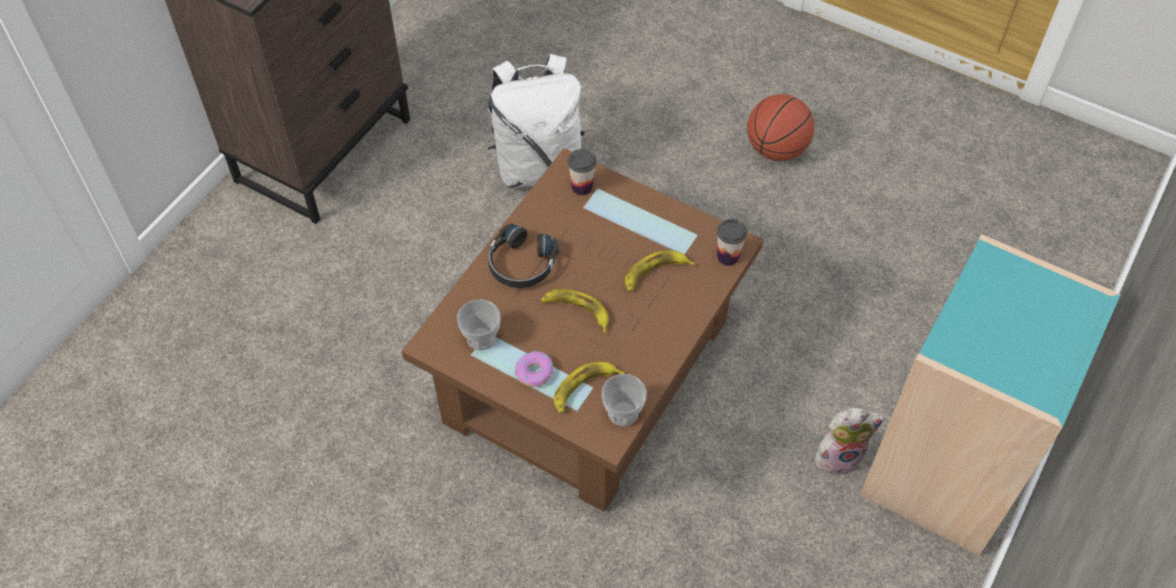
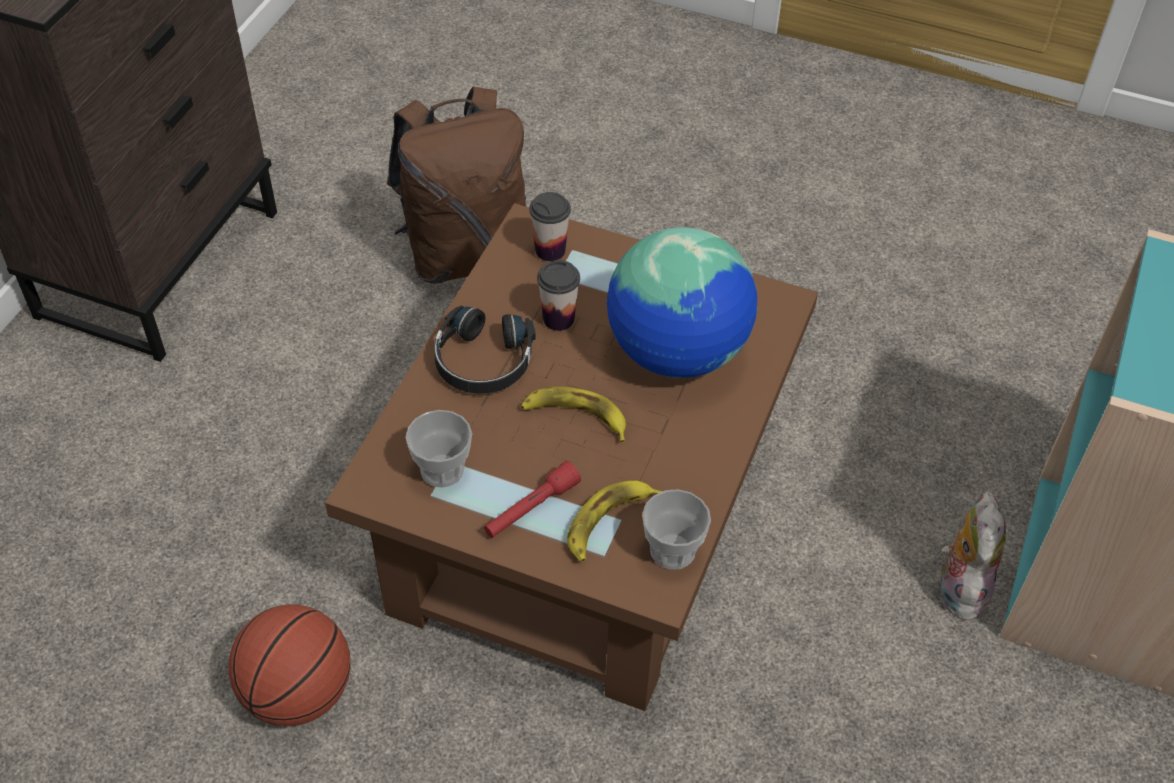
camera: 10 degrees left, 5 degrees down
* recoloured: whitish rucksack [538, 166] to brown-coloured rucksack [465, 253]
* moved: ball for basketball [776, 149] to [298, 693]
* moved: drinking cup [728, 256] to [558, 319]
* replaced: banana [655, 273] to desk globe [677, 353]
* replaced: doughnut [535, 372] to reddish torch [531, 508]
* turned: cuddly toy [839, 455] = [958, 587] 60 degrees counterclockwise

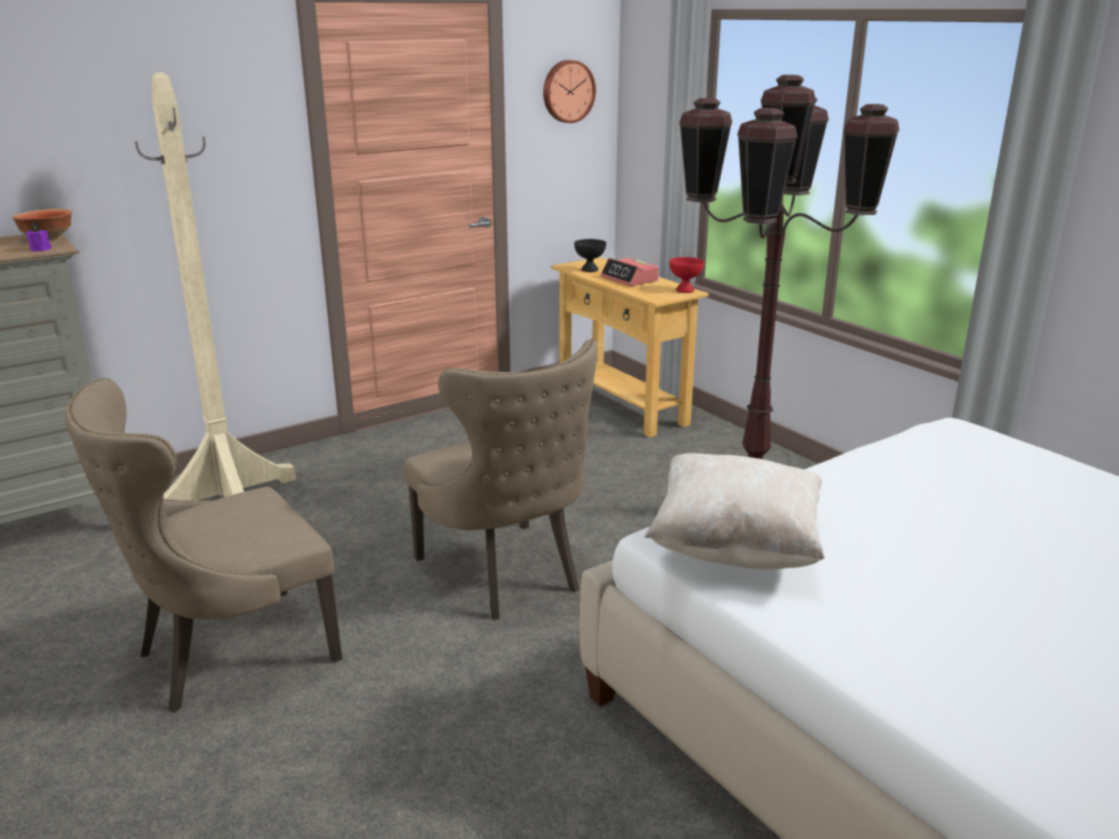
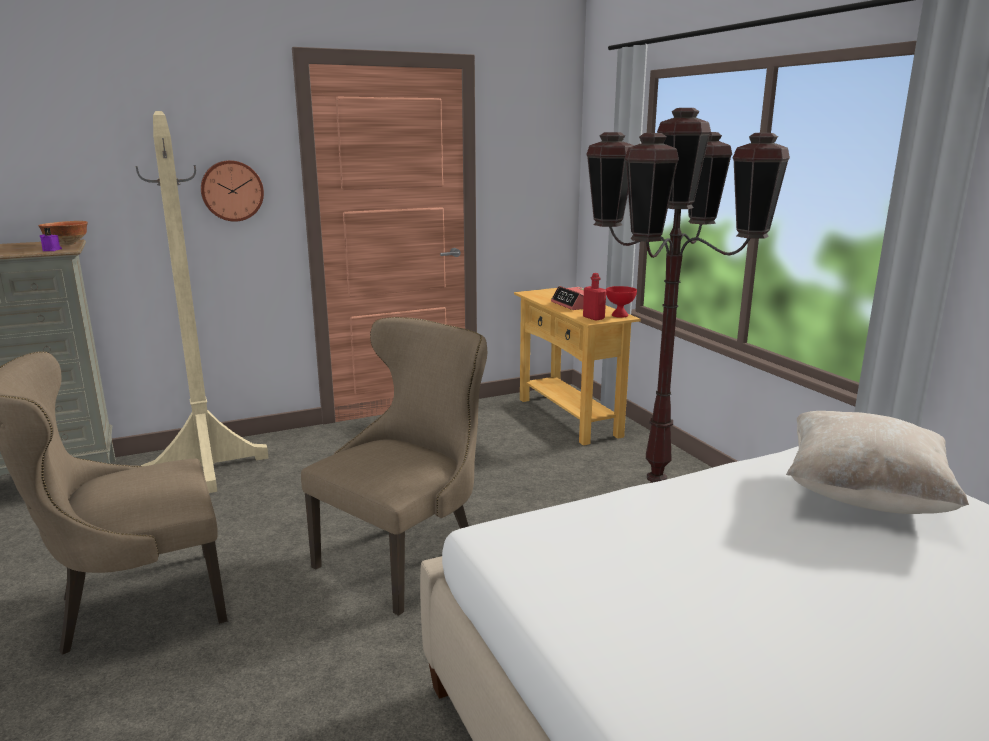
camera: 10 degrees right, 5 degrees down
* moved: clock on the wall [567, 91] to [232, 190]
* removed: black-coloured serving bowl [589, 270]
* turned: beige-coloured chair [506, 574] = [406, 557] 120 degrees counterclockwise
* moved: beige-coloured throw pillow [735, 547] to [863, 495]
* added: reddish drink bottle [593, 318]

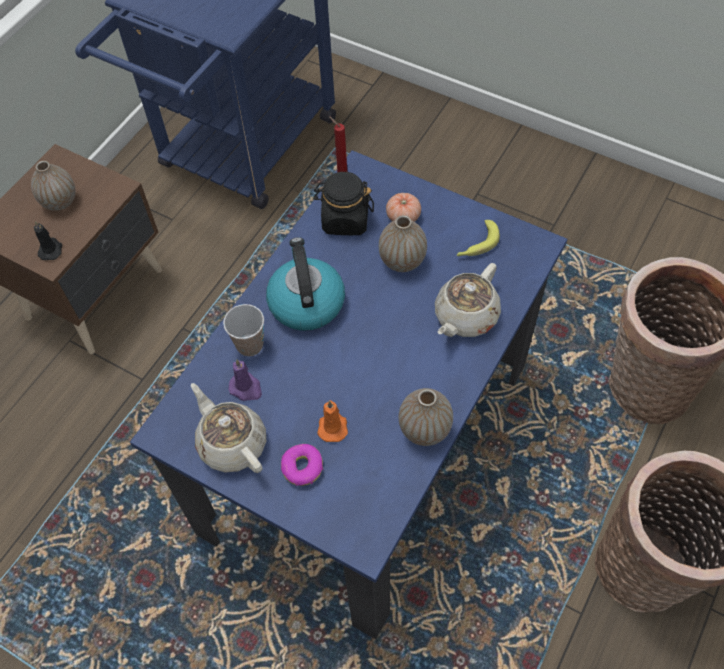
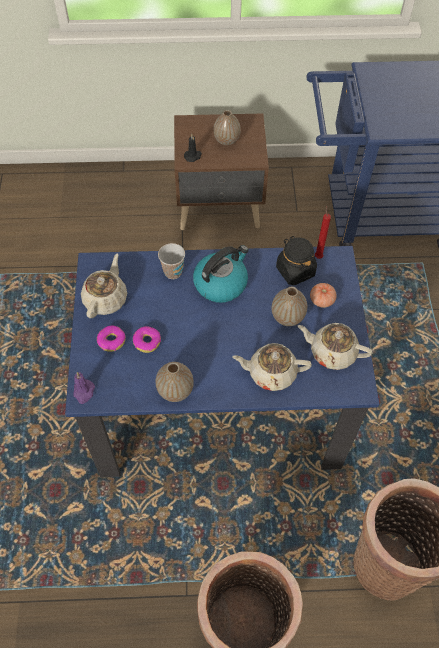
camera: 55 degrees right, 0 degrees up
* replaced: banana [476, 244] to beige-coloured tea pot [332, 352]
* moved: purple-coloured wax light [246, 388] to [84, 392]
* replaced: orange-coloured wax light [332, 426] to doughnut [147, 341]

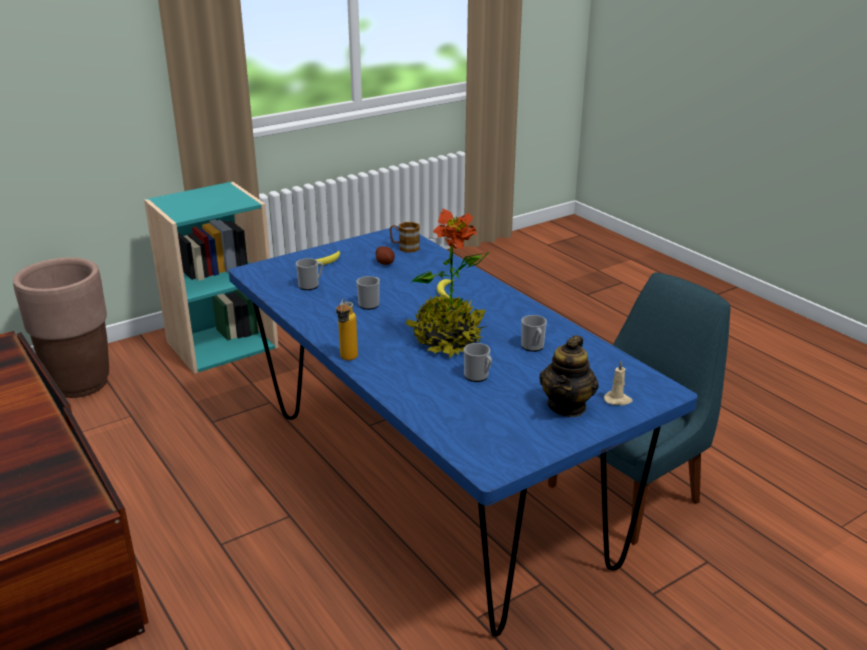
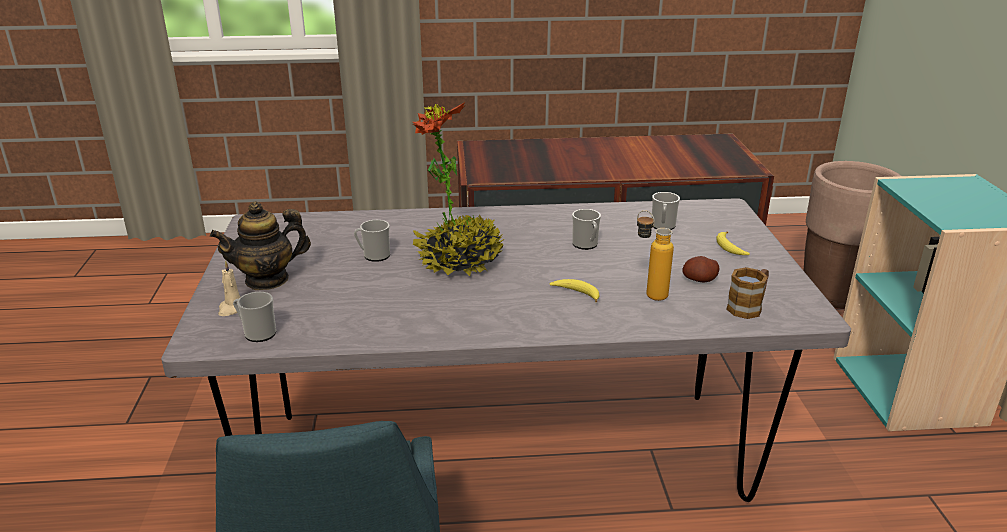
camera: 120 degrees right, 0 degrees up
* recoloured: bluish kitchen table [431, 485] to grey kitchen table [504, 454]
* moved: drink bottle [347, 360] to [648, 293]
* moved: coffee mug [533, 347] to [257, 333]
* turned: tea pot [567, 406] = [267, 279] 75 degrees counterclockwise

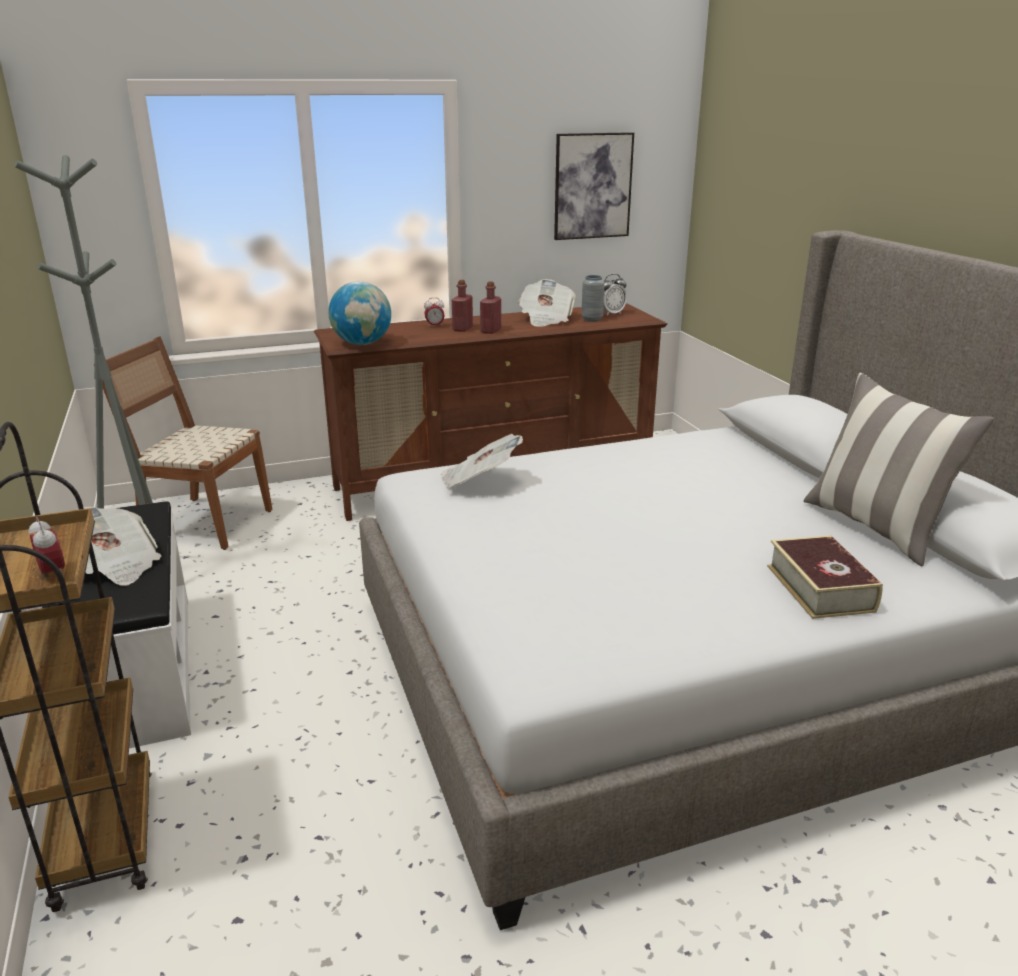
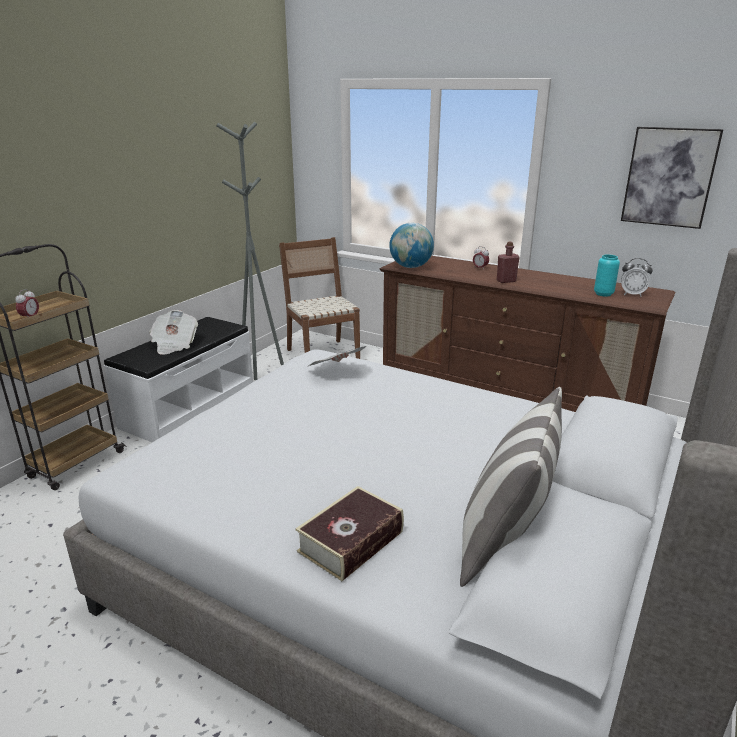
camera: 50 degrees right, 0 degrees up
* recoloured: grey flower vase [592, 319] to turquoise-coloured flower vase [603, 294]
* removed: printed paper [546, 319]
* removed: reddish drink bottle [462, 329]

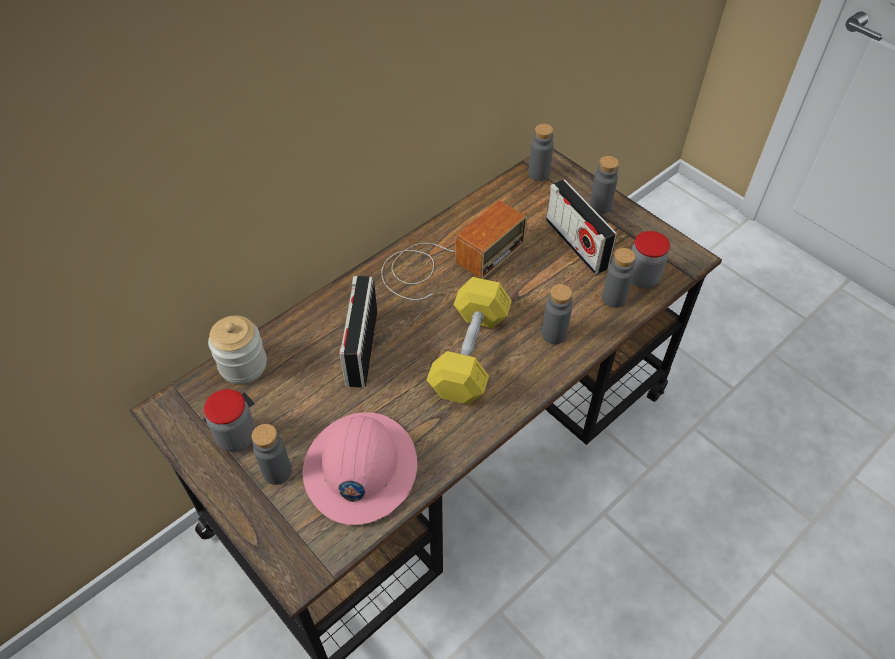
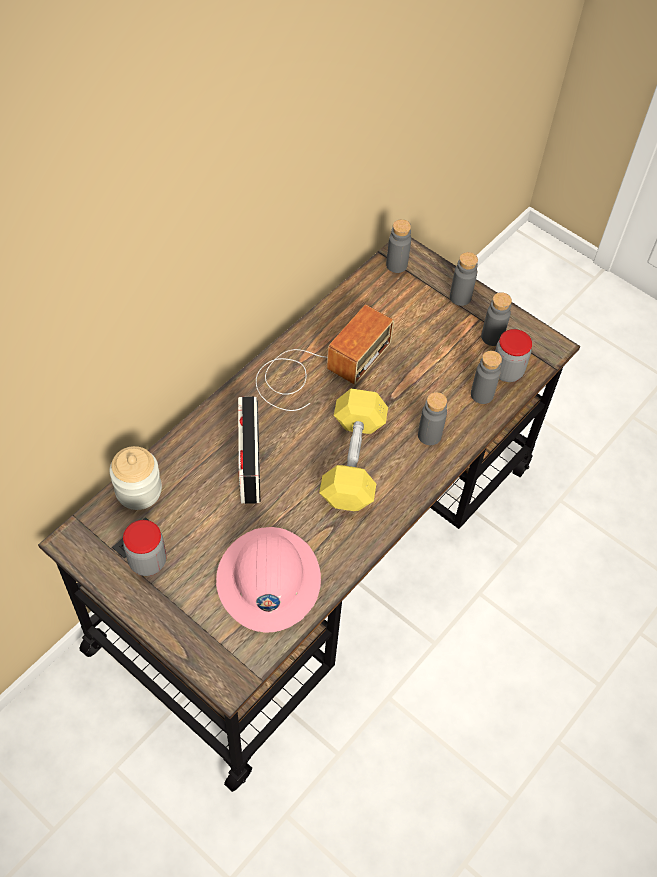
camera: 10 degrees left, 5 degrees up
* removed: radio [576, 244]
* moved: grey drink bottle [277, 472] to [492, 337]

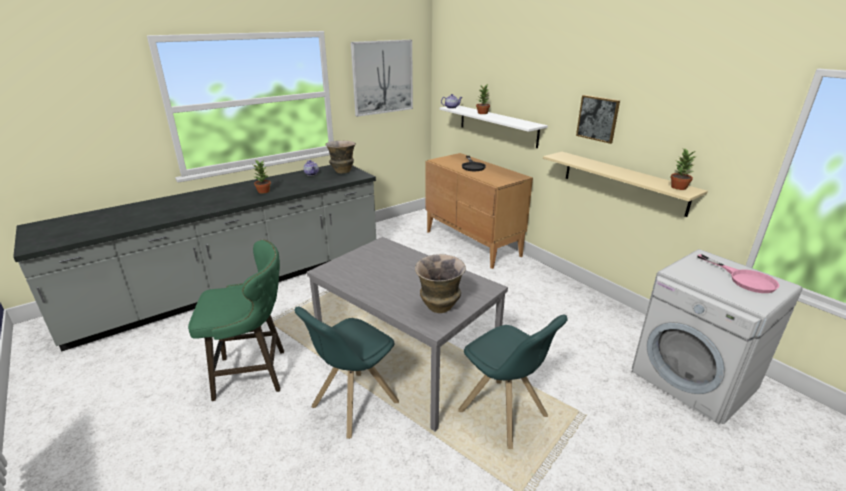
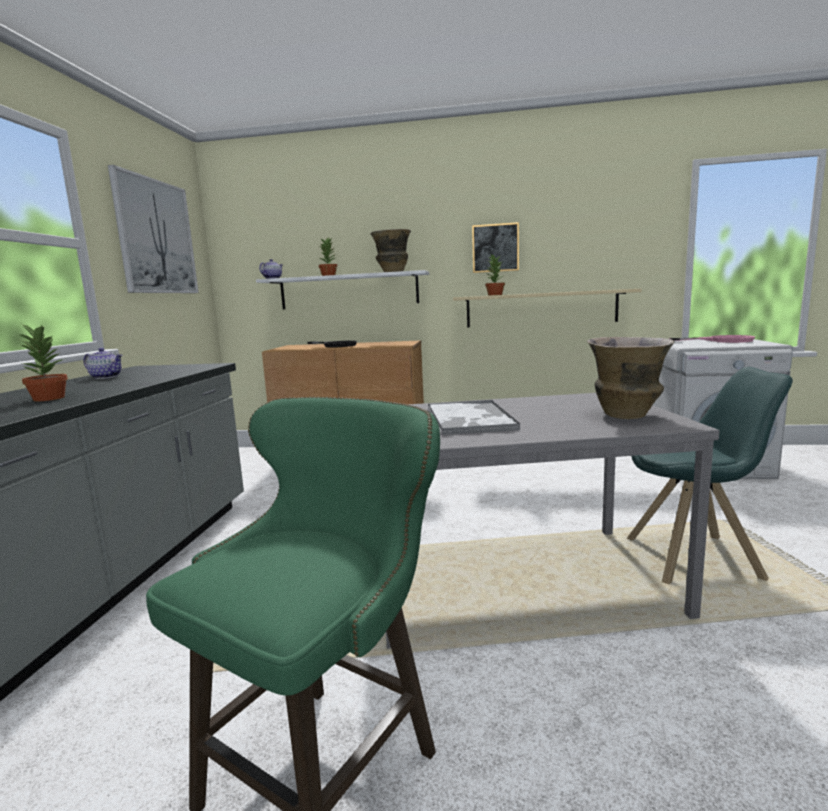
camera: 45 degrees left, 15 degrees down
* moved: flower vase [342, 171] to [392, 272]
* moved: potted plant [678, 187] to [494, 295]
* removed: turquoise-coloured chair [354, 404]
* added: tray [470, 419]

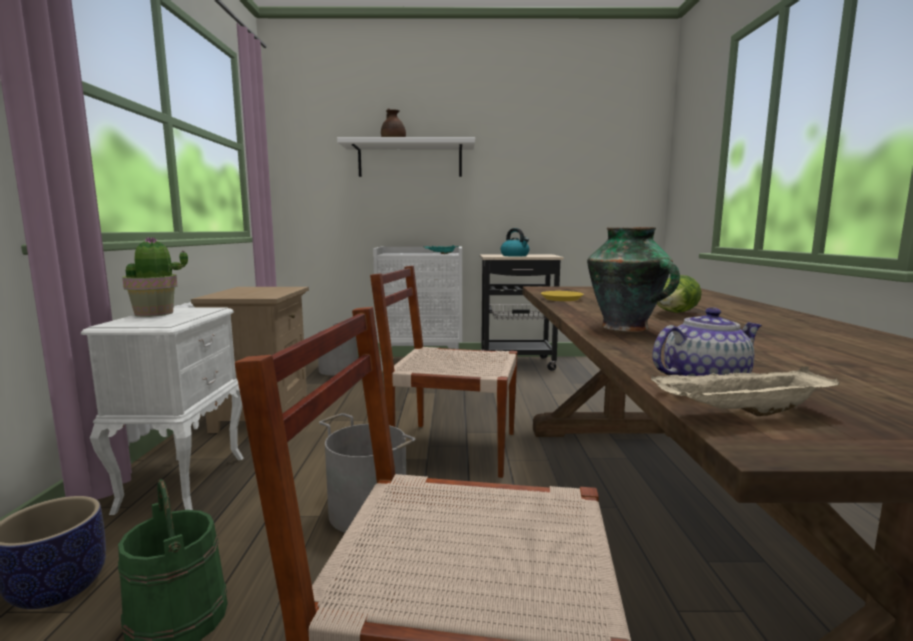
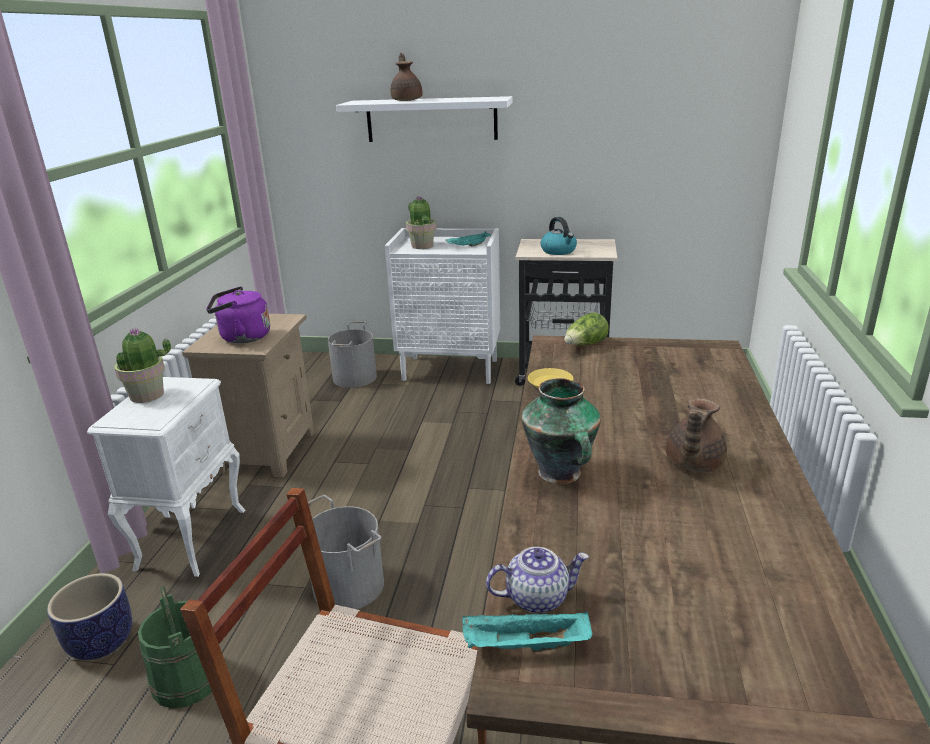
camera: 10 degrees right, 15 degrees up
* removed: chair [451, 448]
* moved: lettuce head [674, 314] to [585, 345]
* recoloured: beige-coloured tray [741, 414] to turquoise-coloured tray [524, 647]
* added: potted plant [422, 246]
* added: purple-coloured kettle [242, 337]
* added: brown-coloured tea pot [692, 463]

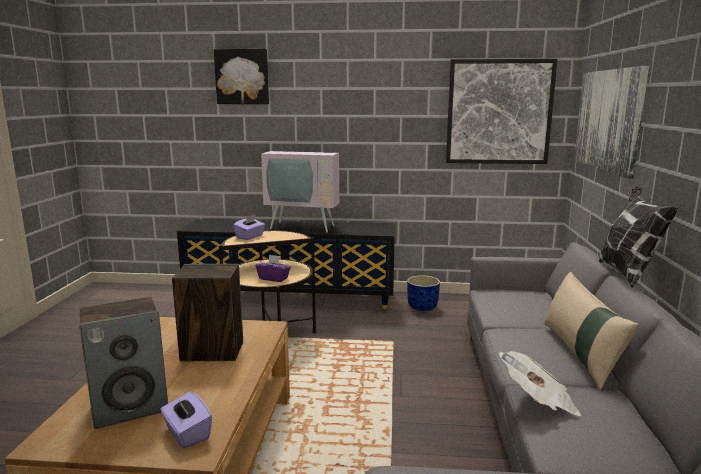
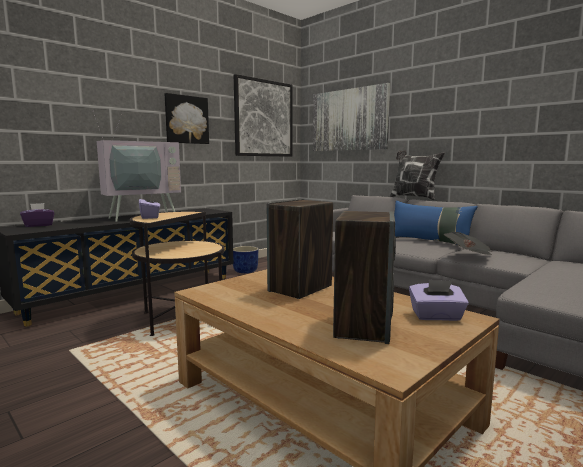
camera: 50 degrees left, 5 degrees down
* moved: picture [242, 77] to [186, 120]
* moved: purple-coloured box of tissues [273, 278] to [39, 225]
* recoloured: beige-coloured throw pillow [580, 354] to bluish throw pillow [429, 241]

